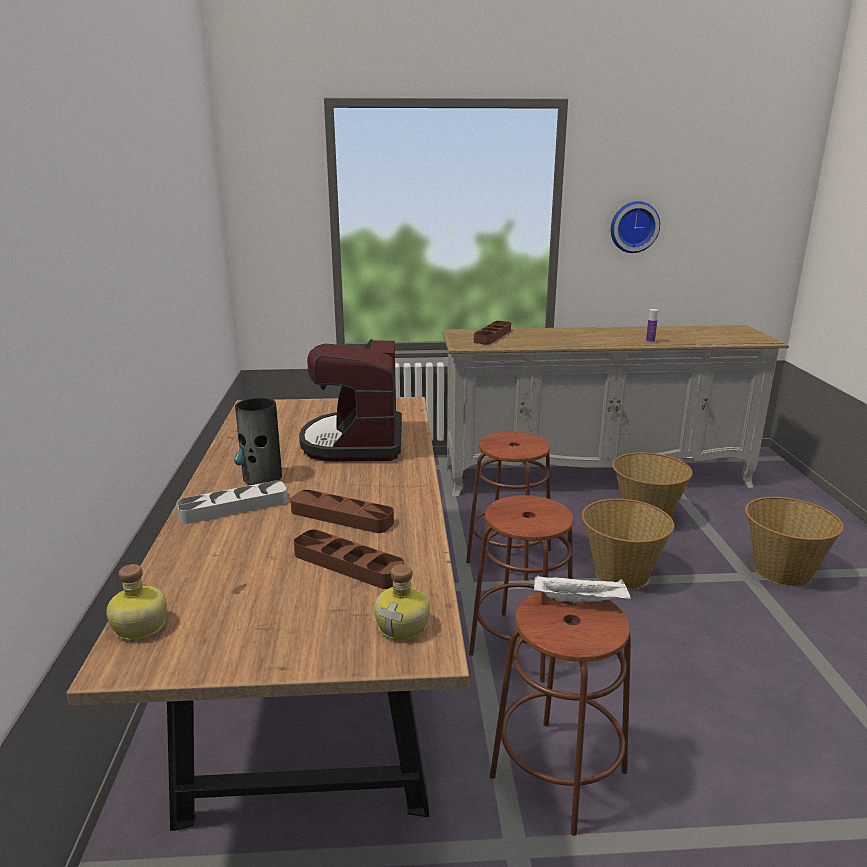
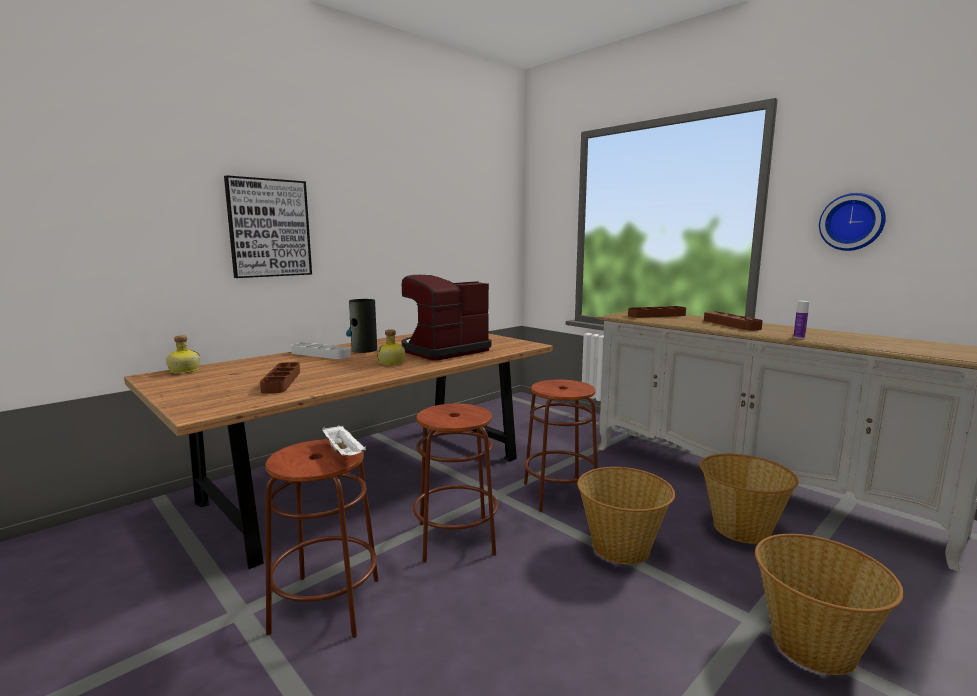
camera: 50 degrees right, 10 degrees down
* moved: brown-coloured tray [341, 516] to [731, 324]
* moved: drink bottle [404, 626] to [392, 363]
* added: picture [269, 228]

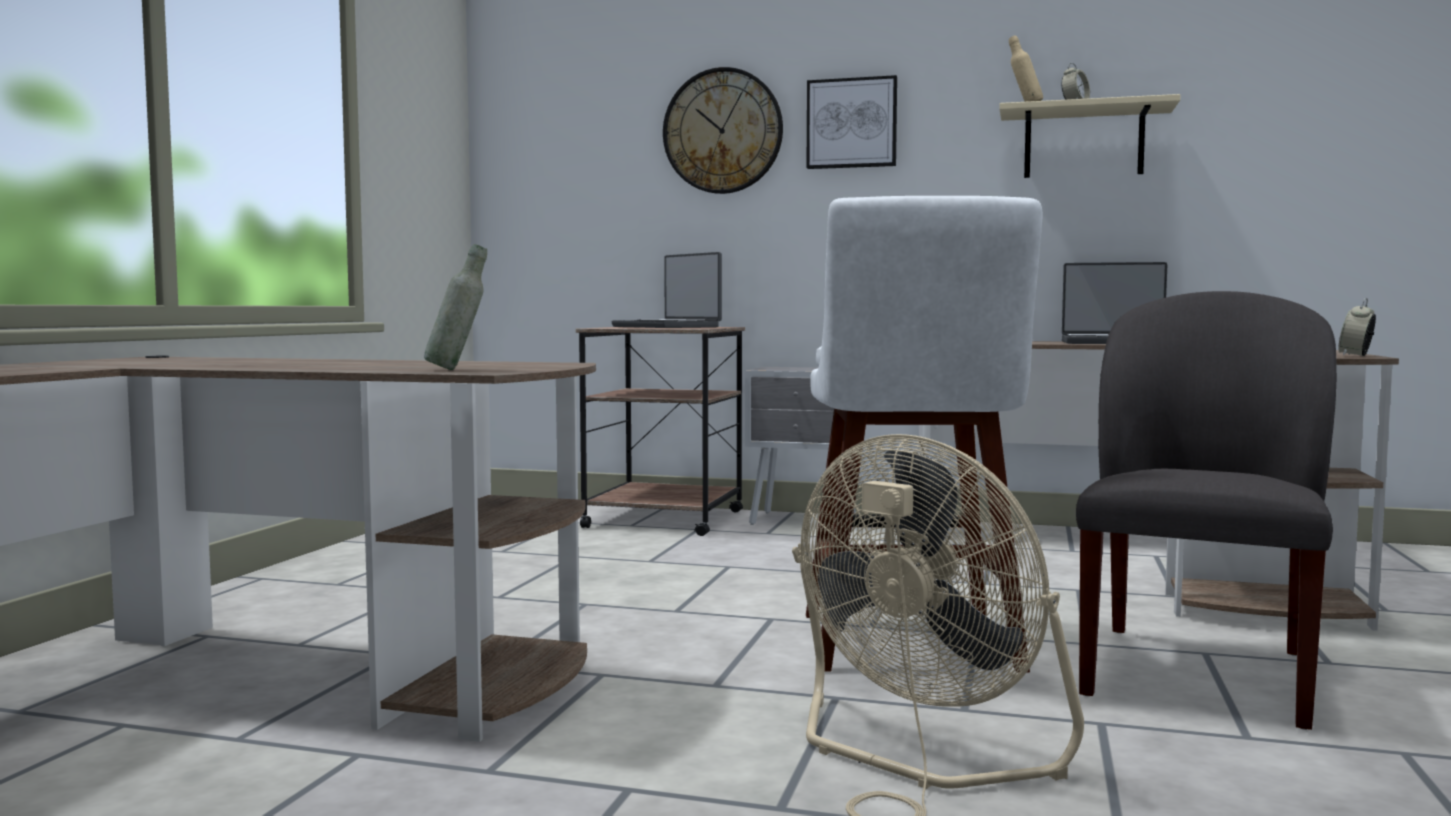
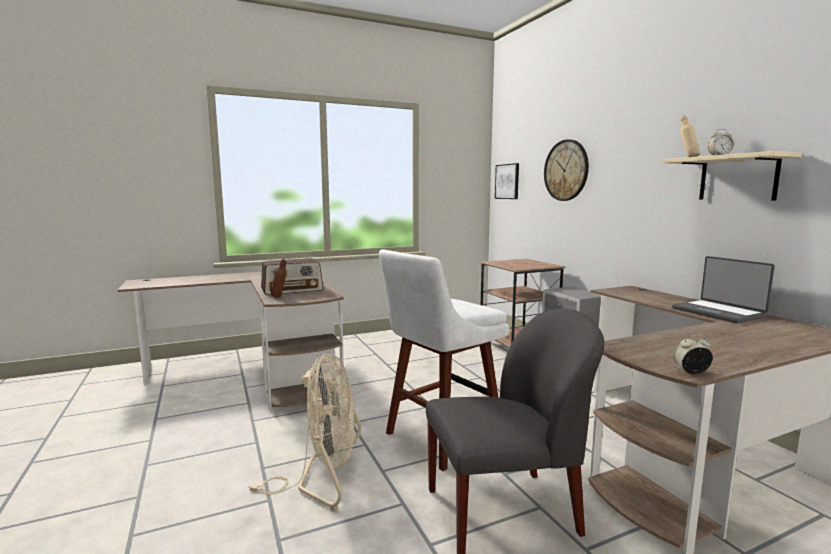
camera: 50 degrees right, 5 degrees up
* moved: picture [852, 123] to [507, 181]
* recoloured: grey drink bottle [457, 370] to brown-coloured drink bottle [279, 297]
* removed: notebook computer [668, 327]
* added: radio [292, 290]

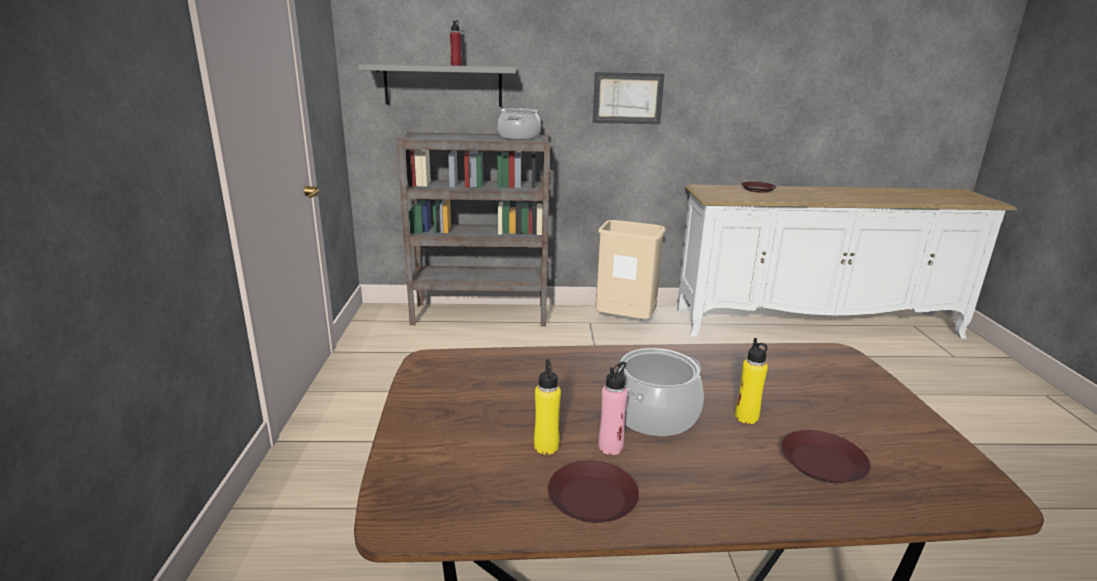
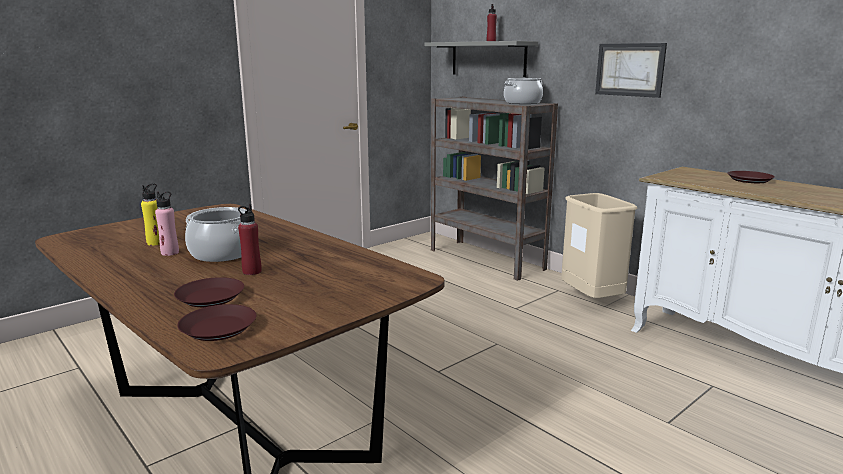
camera: 50 degrees right, 5 degrees down
* recoloured: yellowish drink bottle [746, 417] to reddish drink bottle [252, 271]
* moved: brown-coloured flat dish [591, 499] to [218, 328]

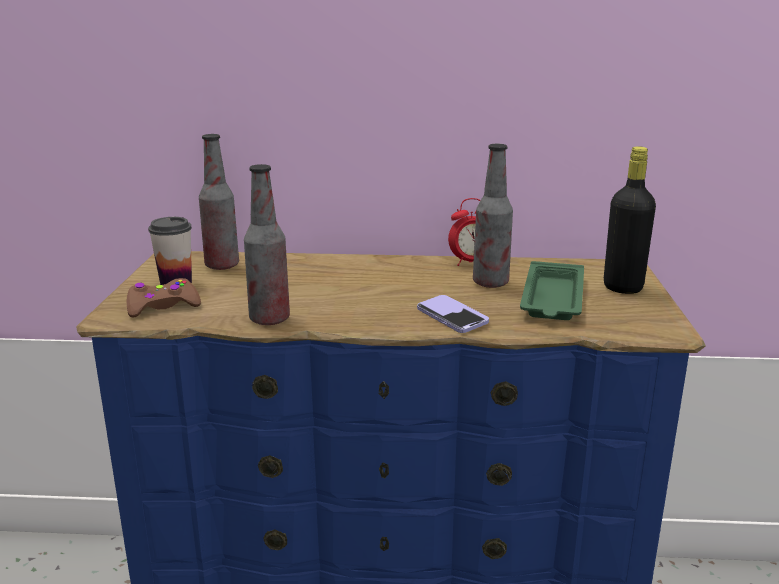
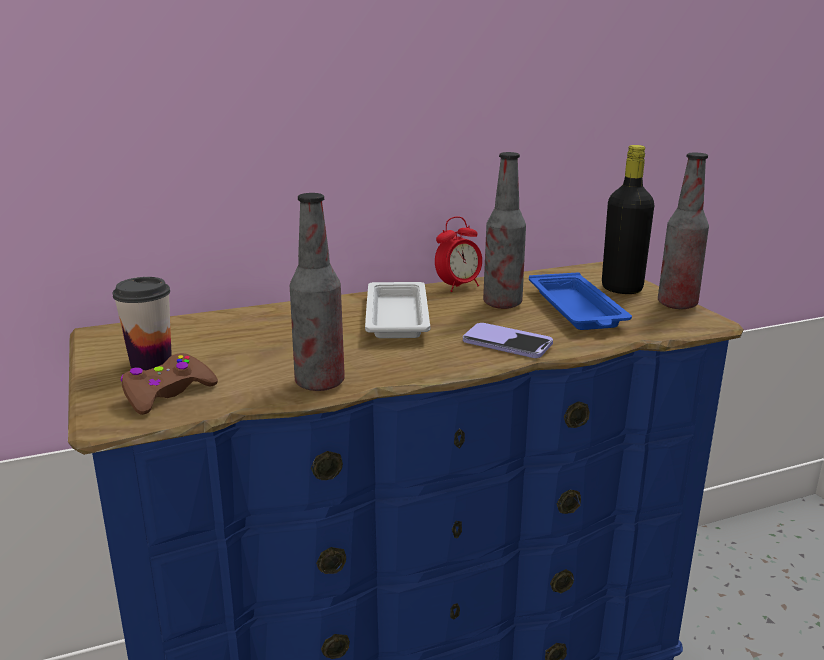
camera: 25 degrees left, 0 degrees up
* moved: drink bottle [222, 266] to [677, 304]
* recoloured: green tray [552, 299] to bluish tray [577, 309]
* added: whitish tray [397, 316]

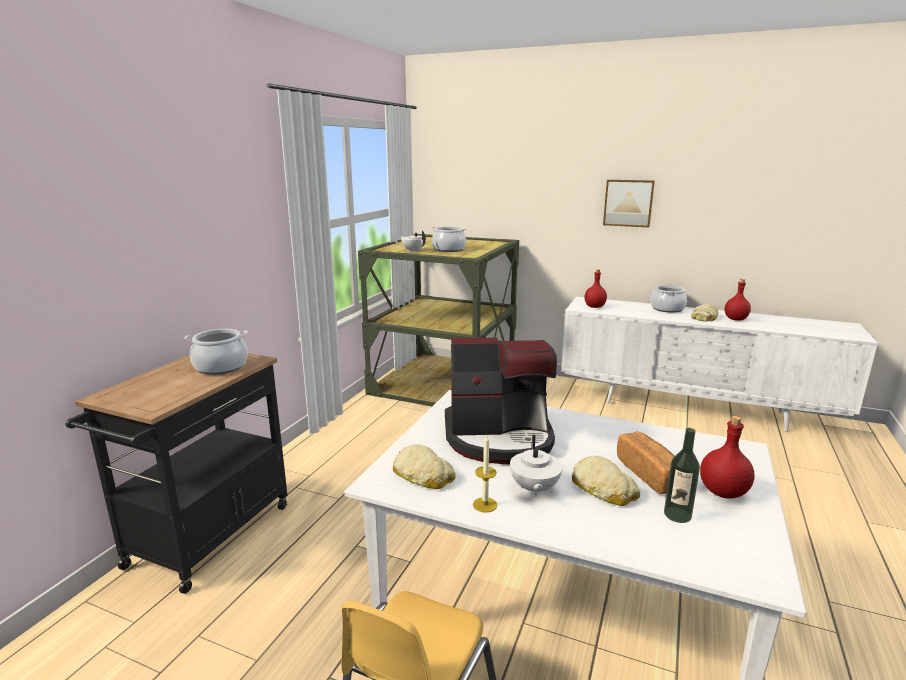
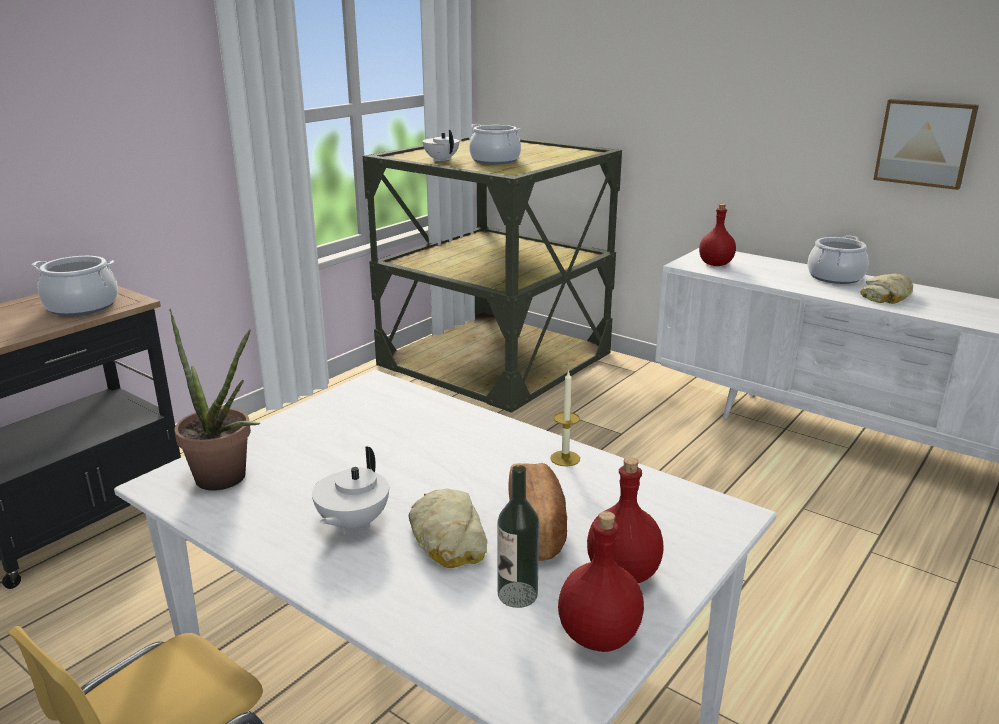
camera: 15 degrees right, 5 degrees up
* moved: picture [628, 203] to [925, 143]
* moved: reddish drink bottle [736, 319] to [600, 637]
* removed: coffee machine [499, 437]
* moved: wax light [485, 505] to [565, 458]
* replaced: bread [423, 474] to potted plant [227, 481]

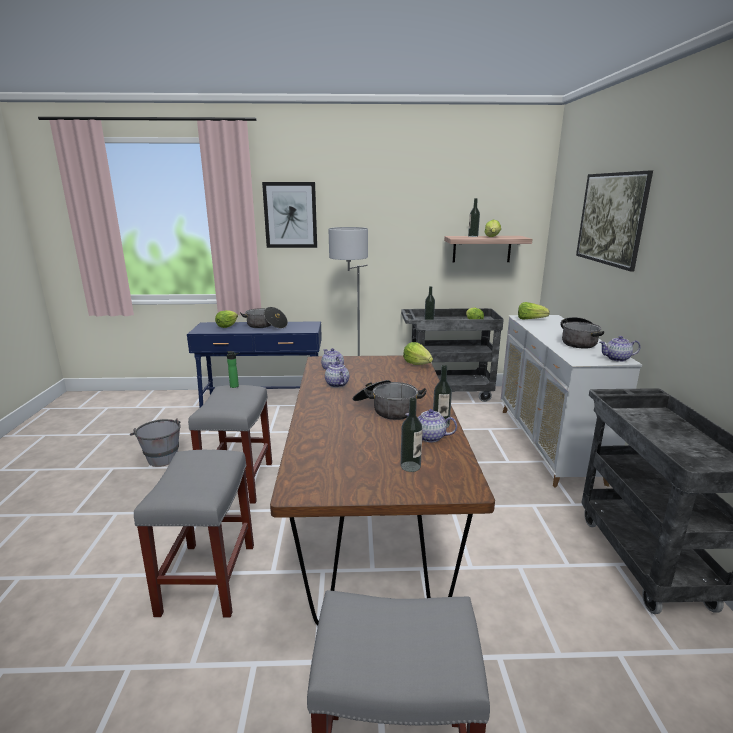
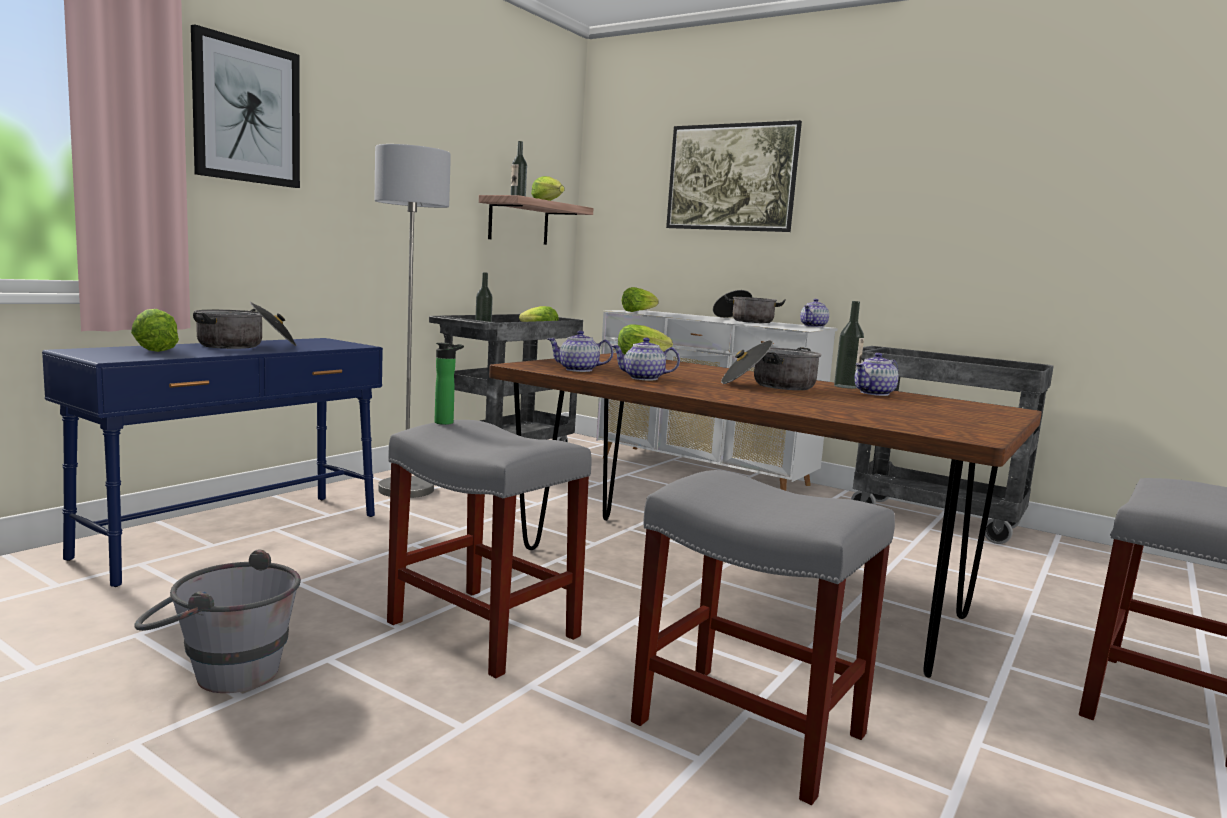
camera: 55 degrees left, 10 degrees down
* removed: drink bottle [410, 466]

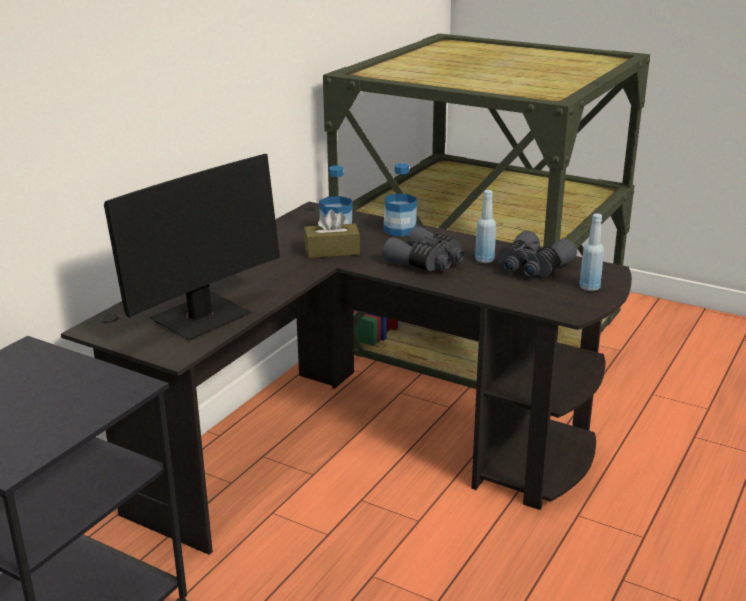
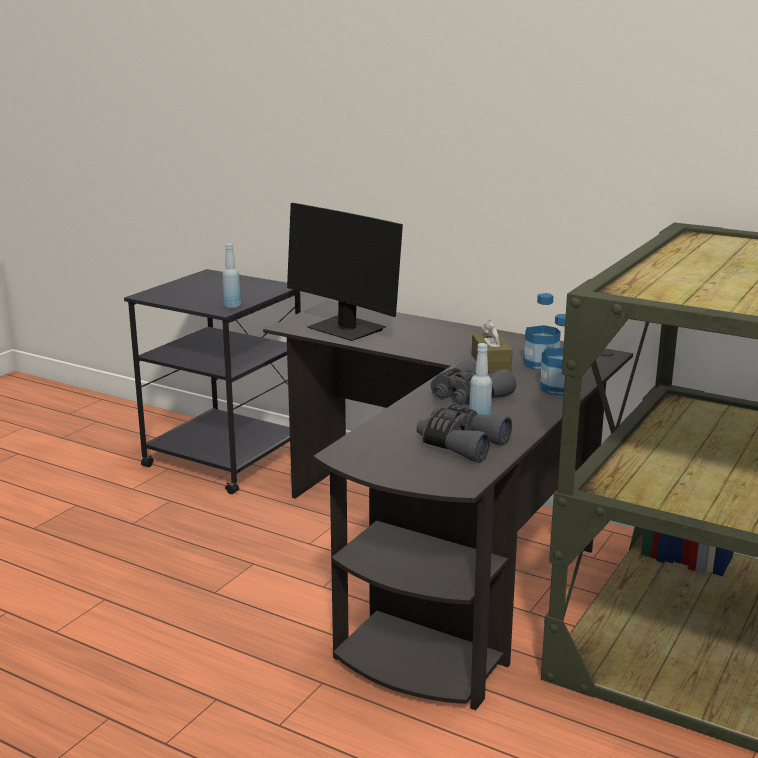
camera: 90 degrees right, 5 degrees down
* moved: bluish drink bottle [589, 288] to [232, 306]

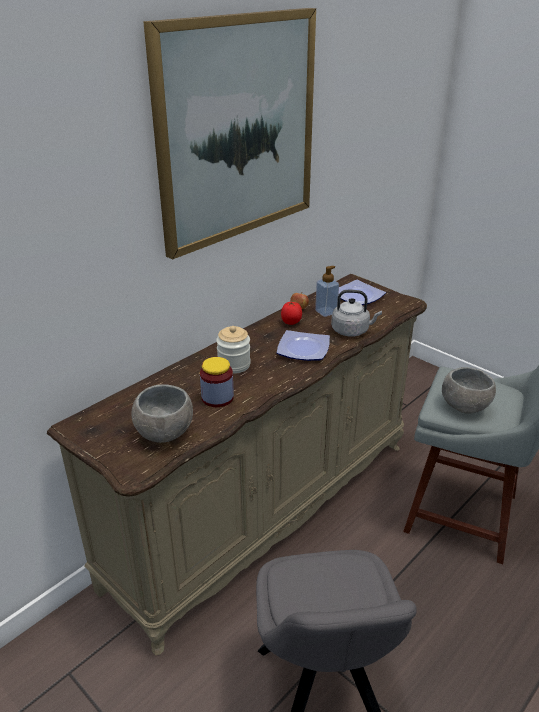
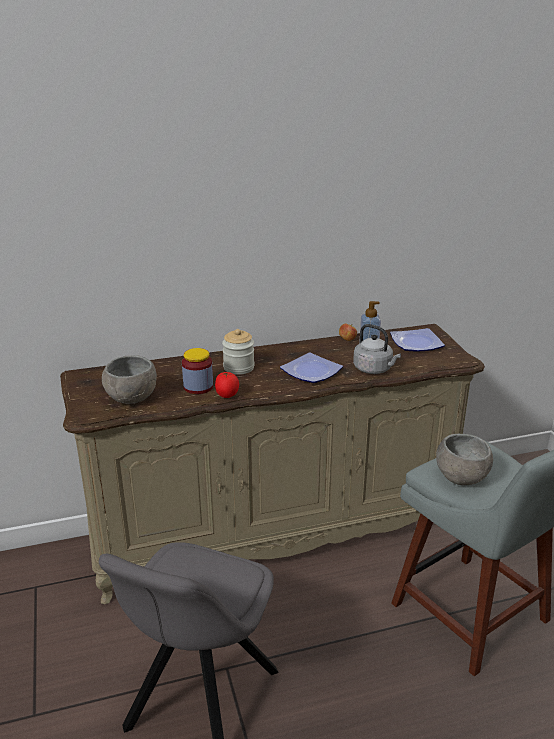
camera: 30 degrees right, 5 degrees down
* removed: picture [238, 130]
* moved: whole tomato [291, 323] to [227, 396]

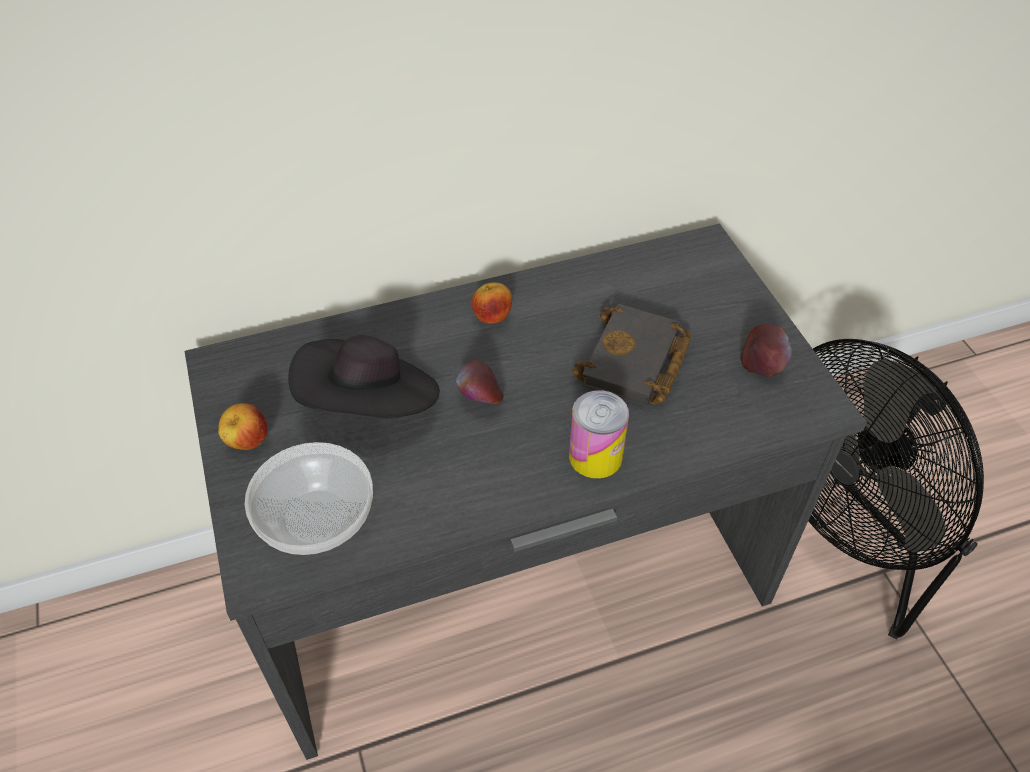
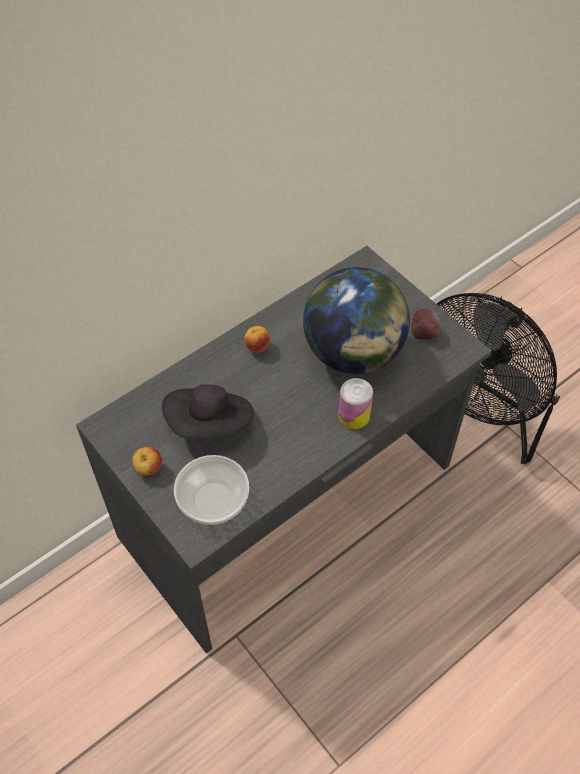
camera: 20 degrees left, 5 degrees up
* replaced: black-coloured bound book [635, 364] to desk globe [353, 353]
* removed: apple [480, 400]

